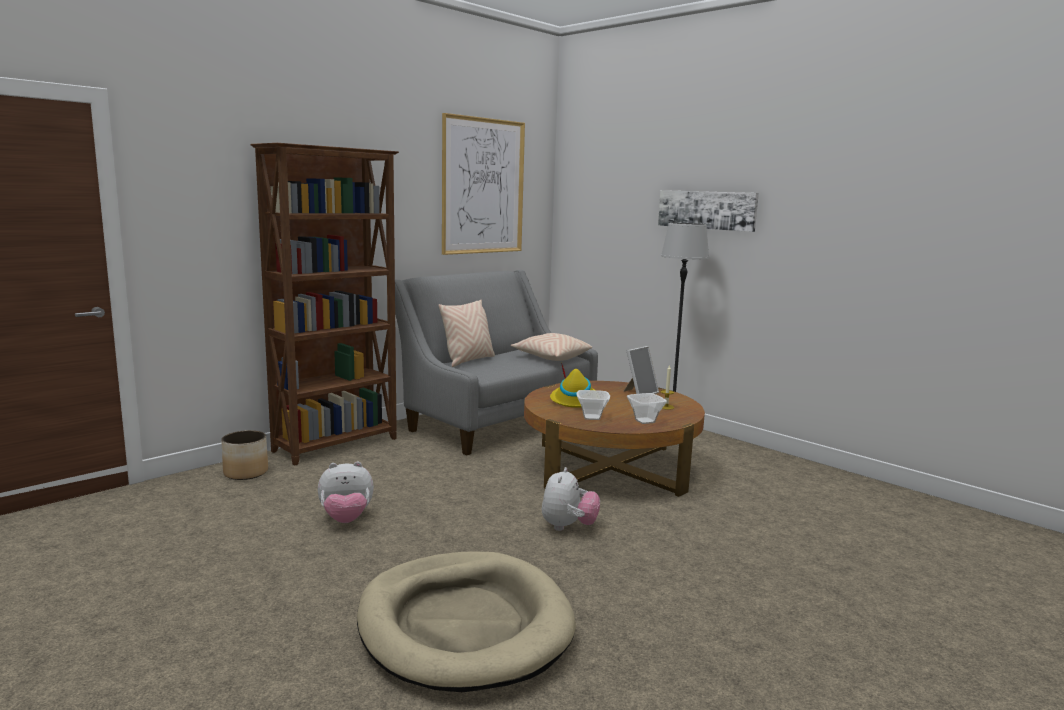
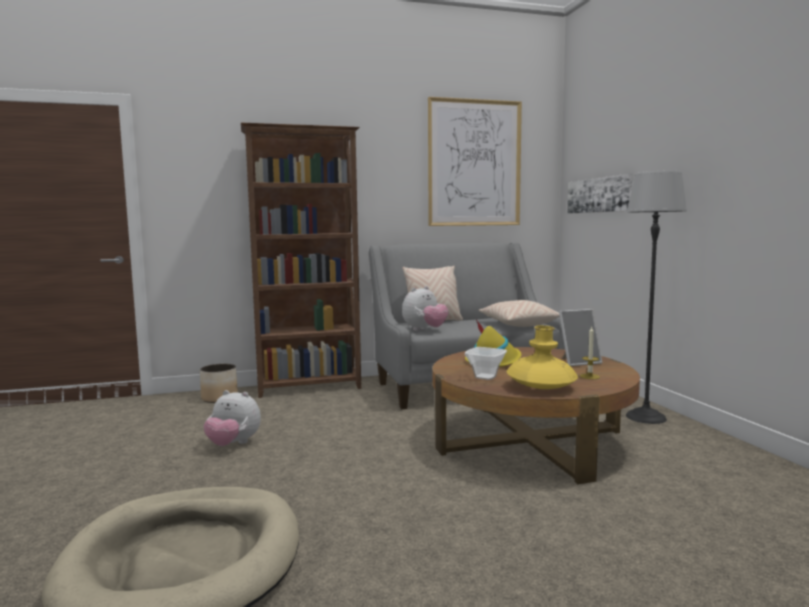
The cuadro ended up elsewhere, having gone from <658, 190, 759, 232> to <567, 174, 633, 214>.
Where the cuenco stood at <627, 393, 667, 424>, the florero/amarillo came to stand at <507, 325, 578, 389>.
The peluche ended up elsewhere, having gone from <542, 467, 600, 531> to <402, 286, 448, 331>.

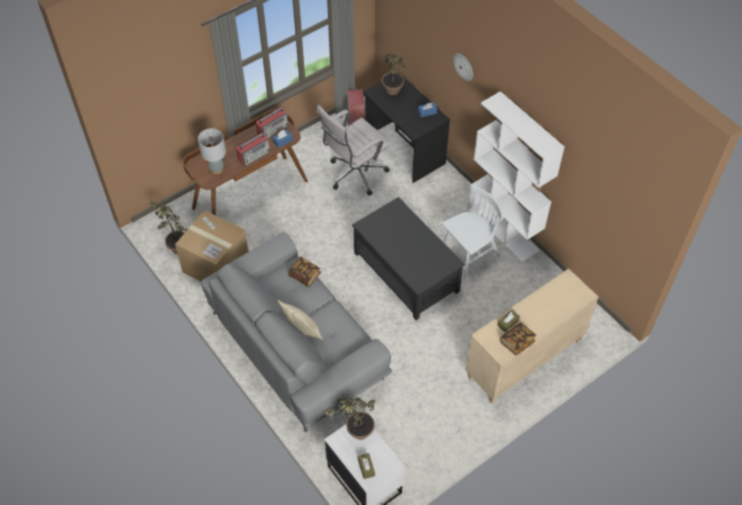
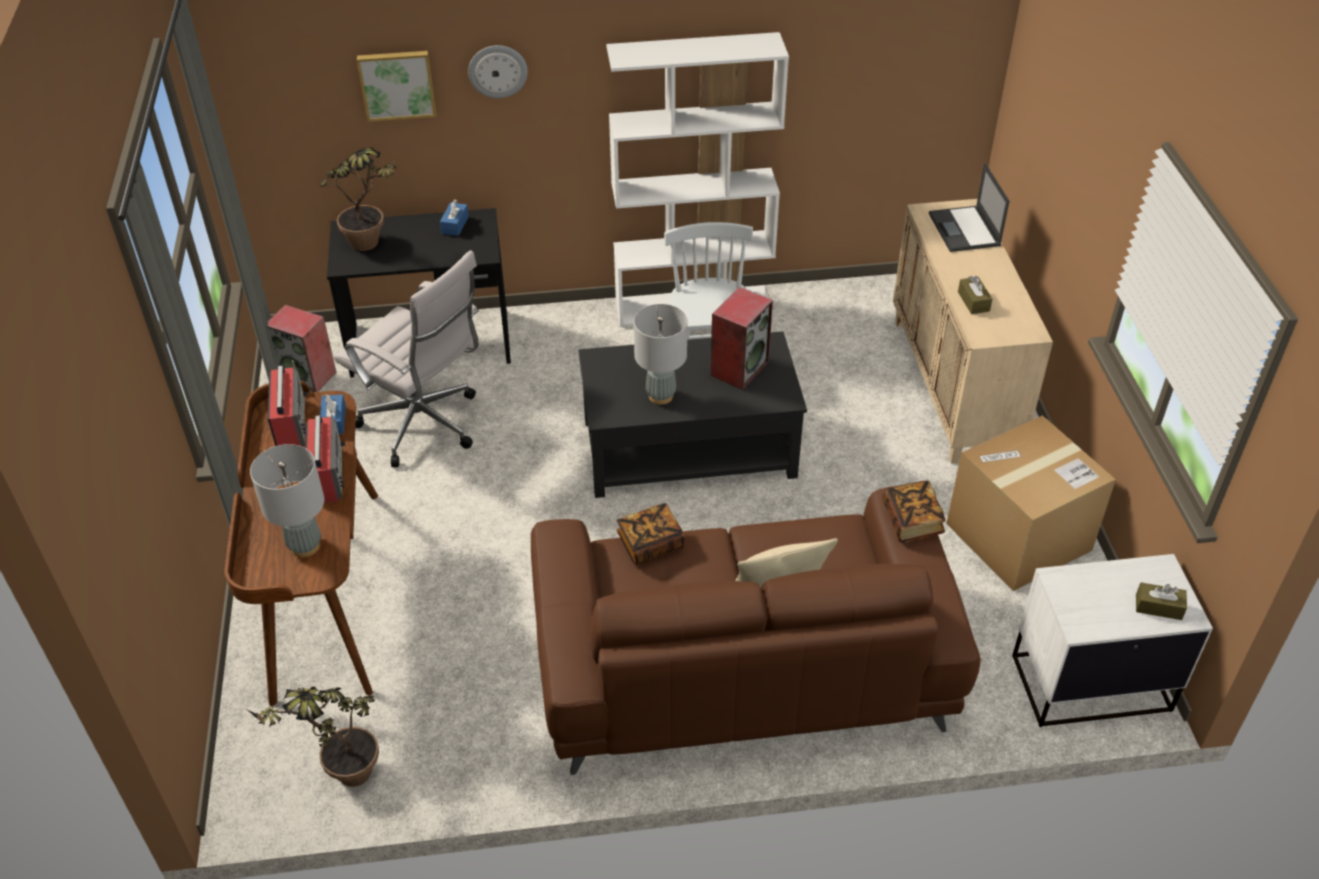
The silla de oficina/blanco at <317, 105, 391, 196> ended up facing another way, 45 degrees counterclockwise from before.
The caja de cartón ended up elsewhere, having gone from <175, 210, 249, 282> to <946, 415, 1116, 591>.
What was the sofá/gris at <201, 233, 392, 432> turned into the sofá/marrón at <531, 486, 981, 775>.
The libro ended up elsewhere, having gone from <500, 323, 536, 355> to <882, 480, 946, 543>.
The second view lost the planta en maceta at <321, 397, 376, 440>.
The second view gained the cuadro at <357, 51, 436, 122>.
The second view gained the portátil at <929, 163, 1010, 252>.
The second view gained the altavoz at <710, 287, 773, 390>.
The second view gained the lámpara de mesa/gris at <634, 304, 687, 405>.

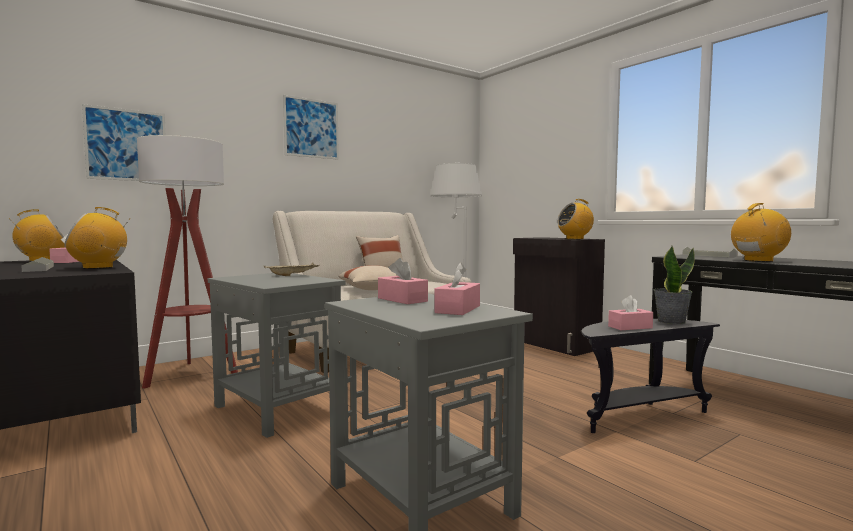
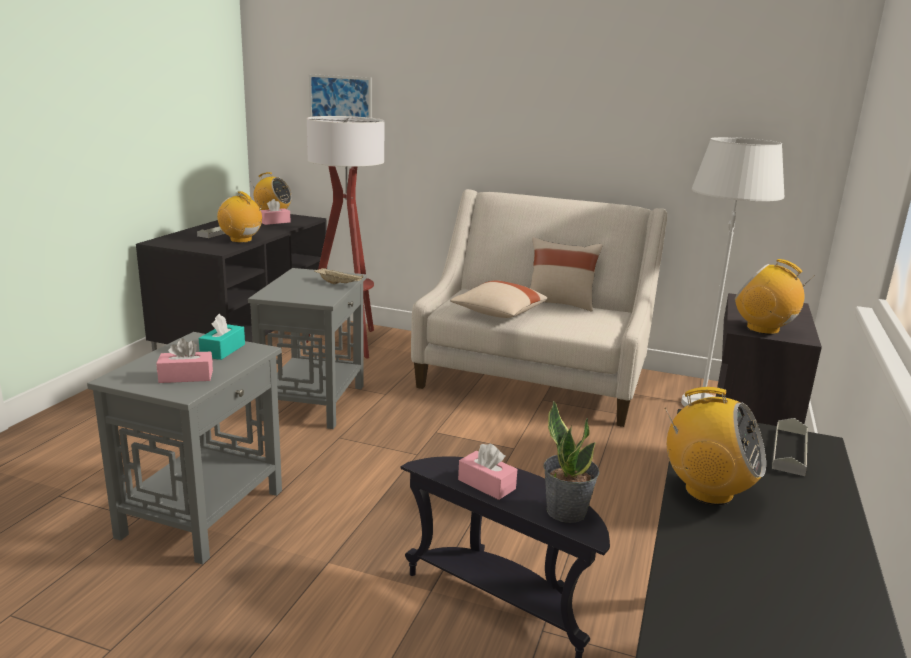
The second view lost the cuadro at <283, 95, 339, 160>.
What was the caja de pañuelos/rosa at <378, 258, 428, 304> turned into the caja de pañuelos/turquesa at <199, 314, 245, 360>.

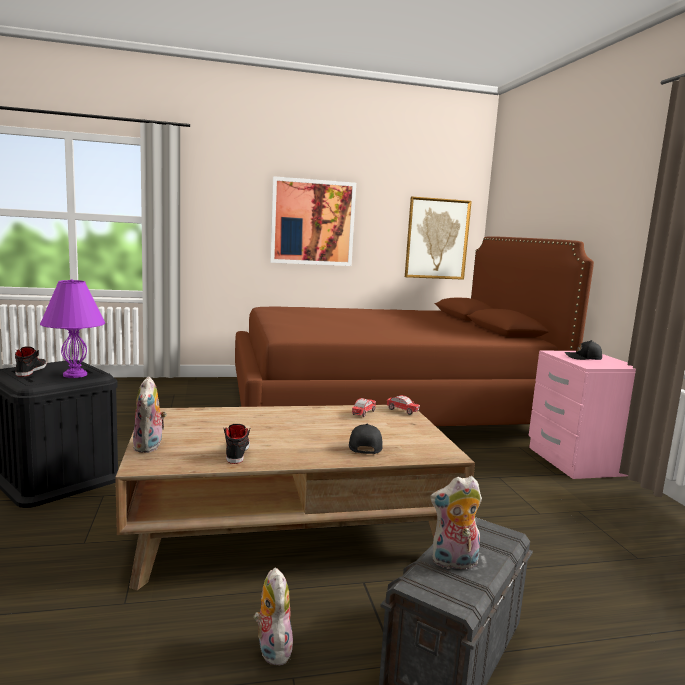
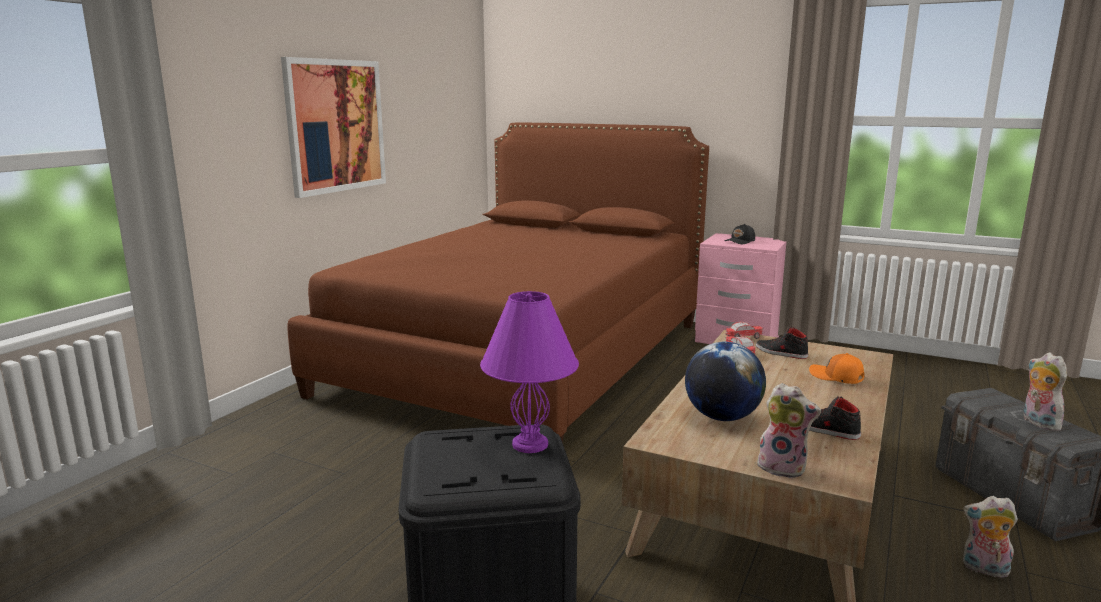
The second view lost the cuadro at <405, 197, 472, 280>.
The zapato/negro ended up elsewhere, having gone from <15, 347, 47, 377> to <756, 326, 808, 359>.
What was the gorra/negro at <349, 424, 383, 454> turned into the gorra/naranja at <809, 353, 864, 384>.
The peluche at <430, 476, 482, 569> ended up facing another way, 135 degrees clockwise from before.
The second view gained the globo terráqueo at <685, 342, 766, 421>.

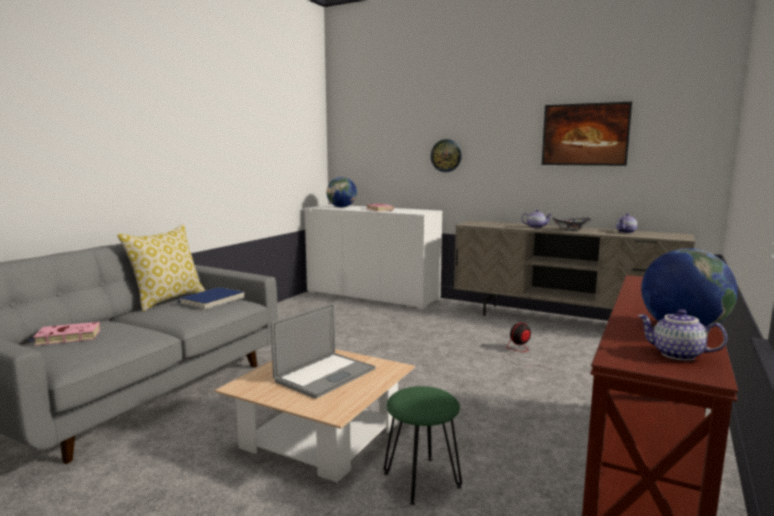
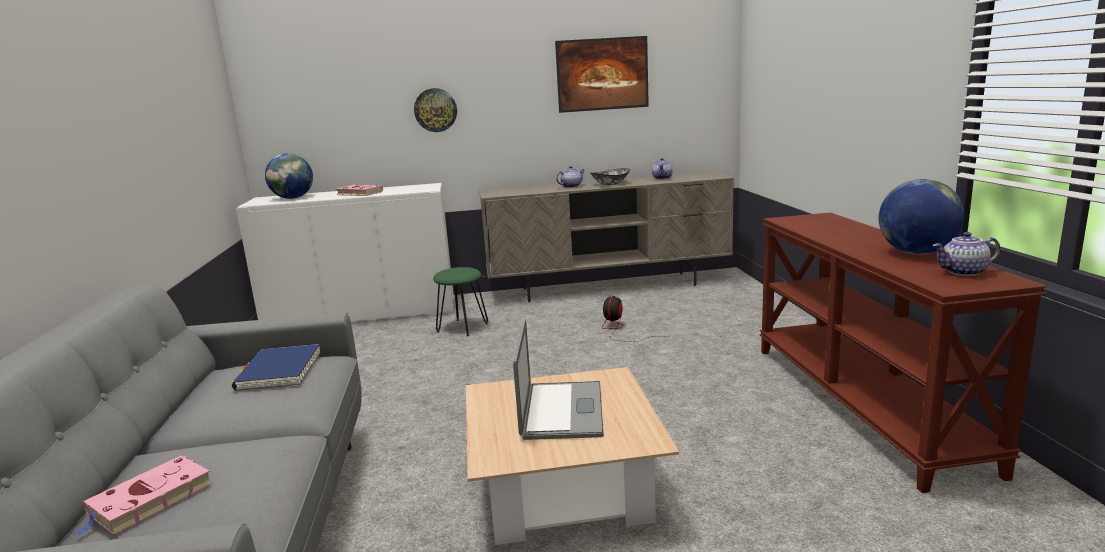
The second view lost the cojín at <117, 224, 205, 312>.
The taburete/verde ended up elsewhere, having gone from <384, 386, 462, 505> to <433, 267, 488, 337>.

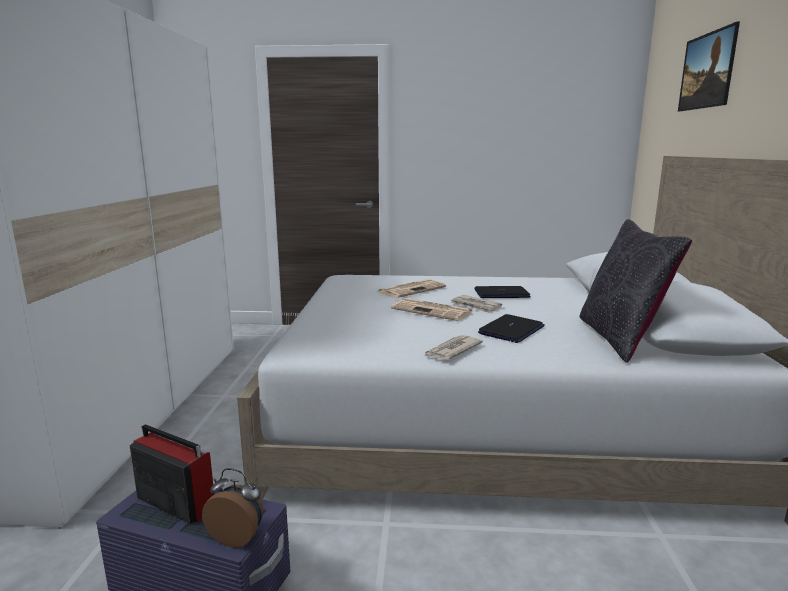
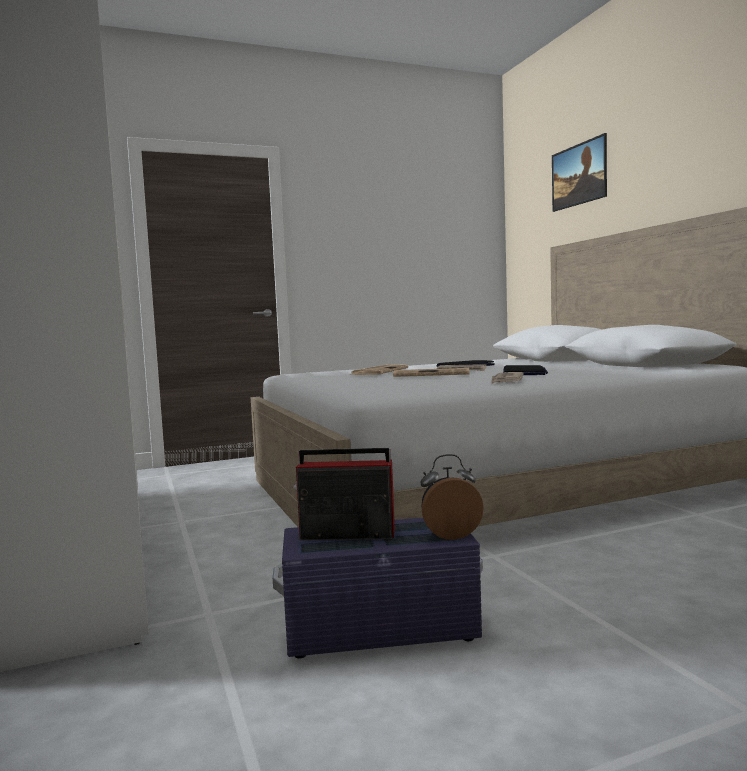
The second view lost the cojín/negro at <579, 219, 692, 363>.

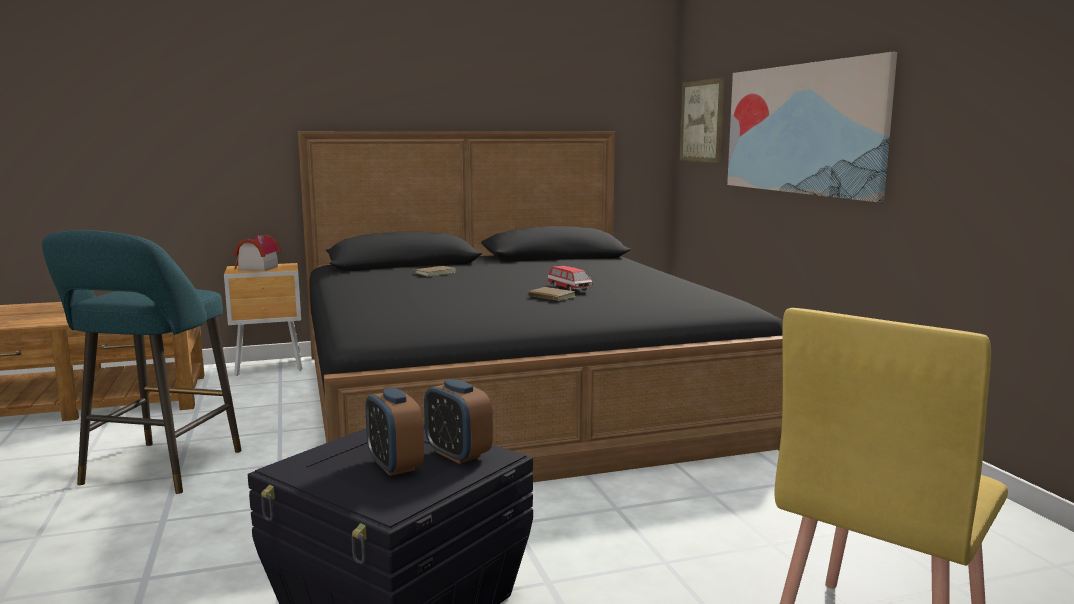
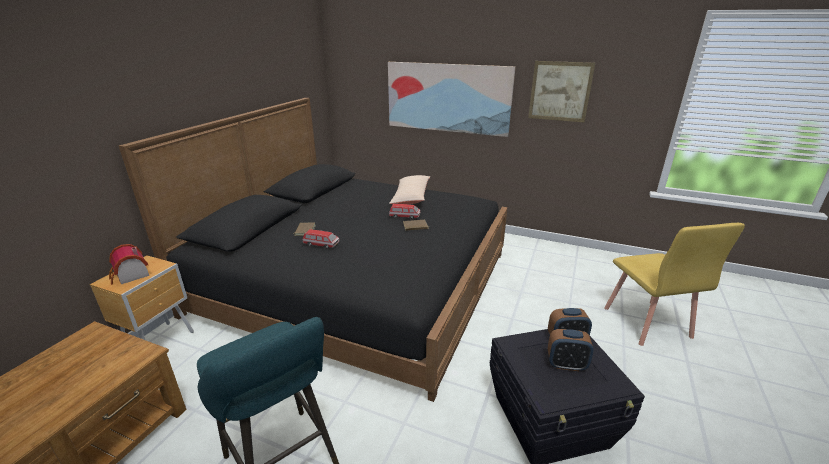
The cuadro ended up elsewhere, having gone from <680, 78, 725, 163> to <528, 61, 595, 122>.
The second view gained the cojín/beis at <389, 175, 430, 204>.
The second view gained the coche de juguete at <303, 229, 340, 249>.

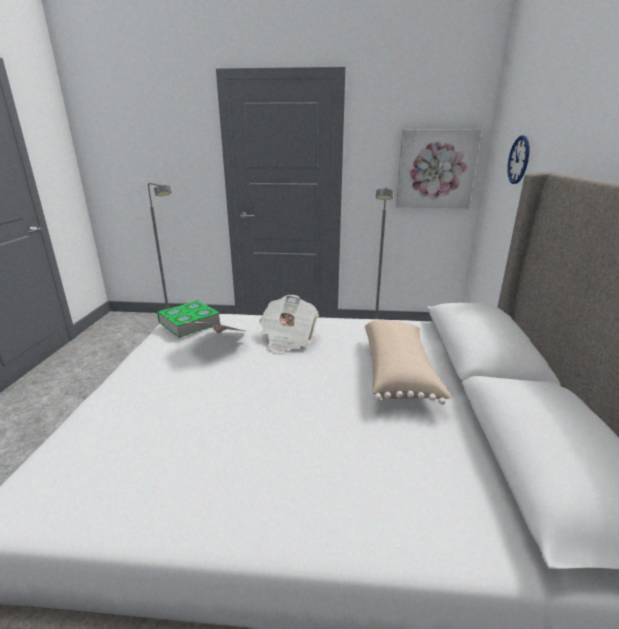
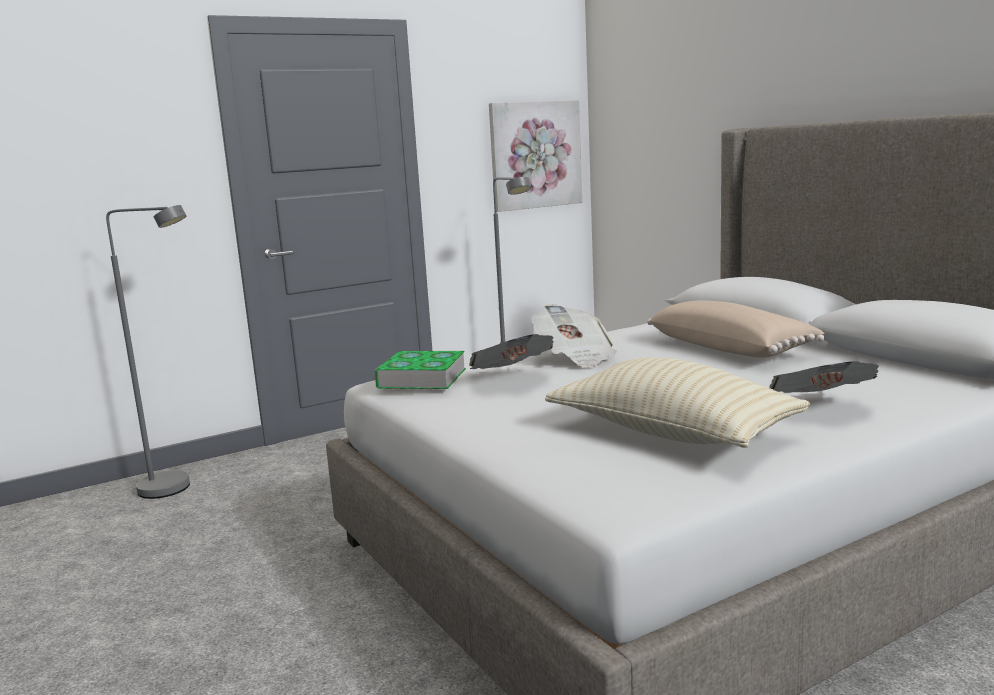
The second view lost the reloj de pared at <507, 135, 529, 184>.
The second view gained the cojín/beis at <545, 357, 810, 448>.
The second view gained the periódico at <770, 361, 879, 393>.

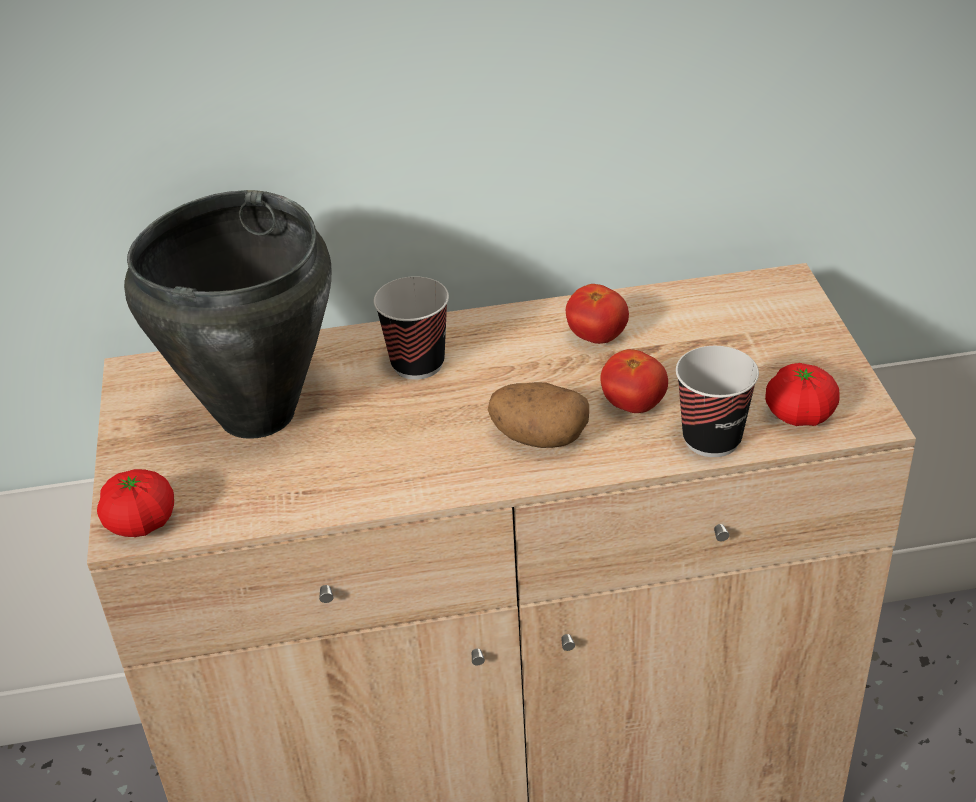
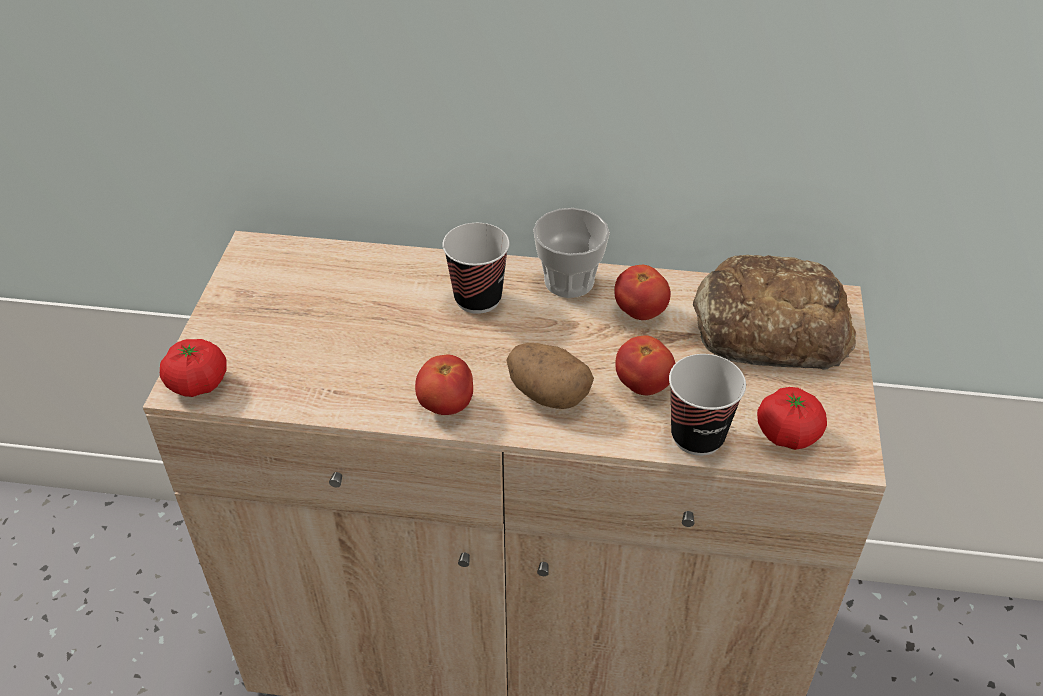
The second view lost the olla/negro at <124, 190, 331, 439>.
The second view gained the taza at <533, 208, 610, 298>.
The second view gained the pan at <693, 255, 856, 370>.
The second view gained the tomate at <415, 355, 473, 415>.

